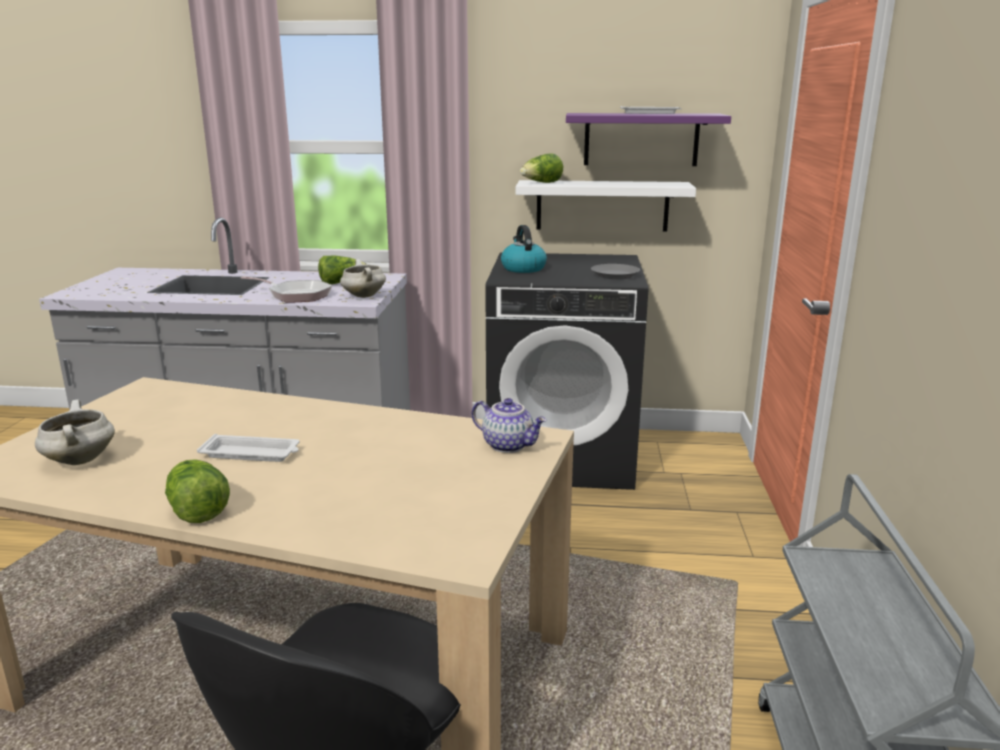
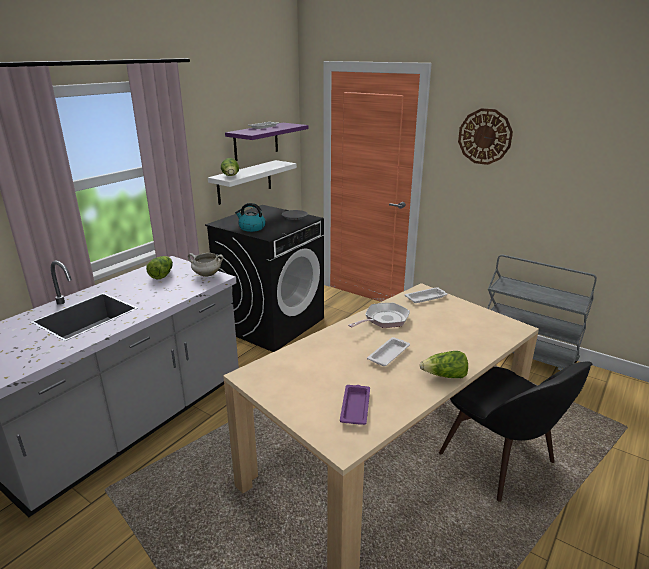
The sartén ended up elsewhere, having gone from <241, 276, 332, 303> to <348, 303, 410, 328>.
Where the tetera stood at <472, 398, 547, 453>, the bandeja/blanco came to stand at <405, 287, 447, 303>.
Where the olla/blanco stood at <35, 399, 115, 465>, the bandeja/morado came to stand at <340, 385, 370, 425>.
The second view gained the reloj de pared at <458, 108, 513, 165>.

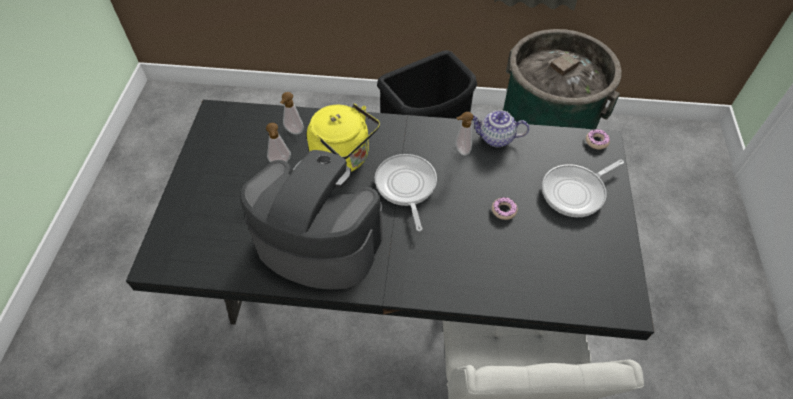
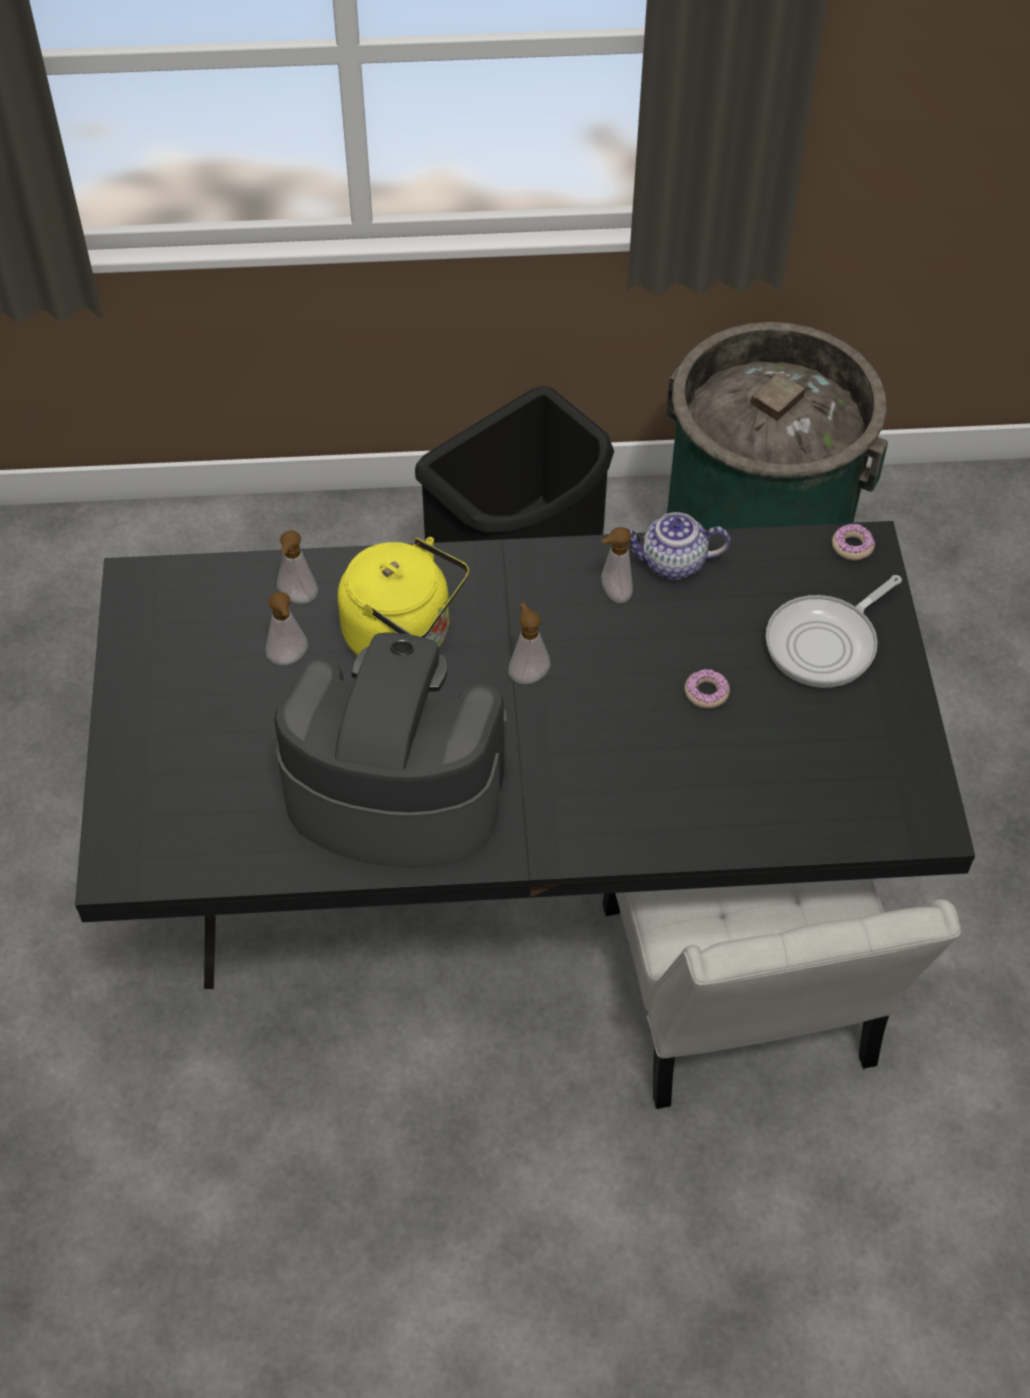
Where the sartén stood at <375, 154, 437, 231>, the dispensador de jabón came to stand at <509, 602, 550, 684>.

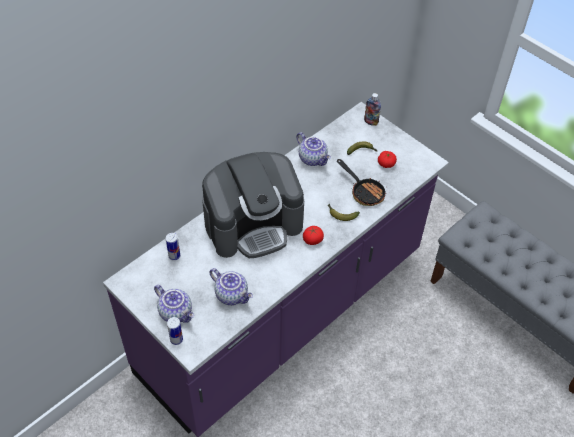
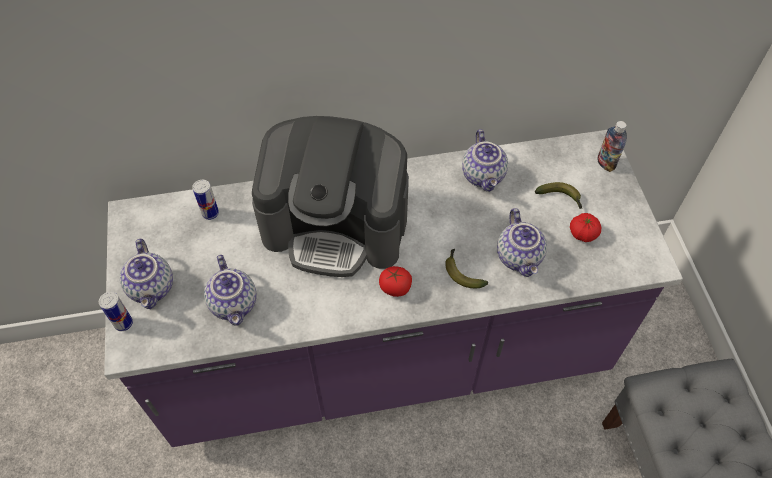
Where the sartén stood at <337, 159, 386, 206>, the tetera came to stand at <497, 208, 547, 277>.

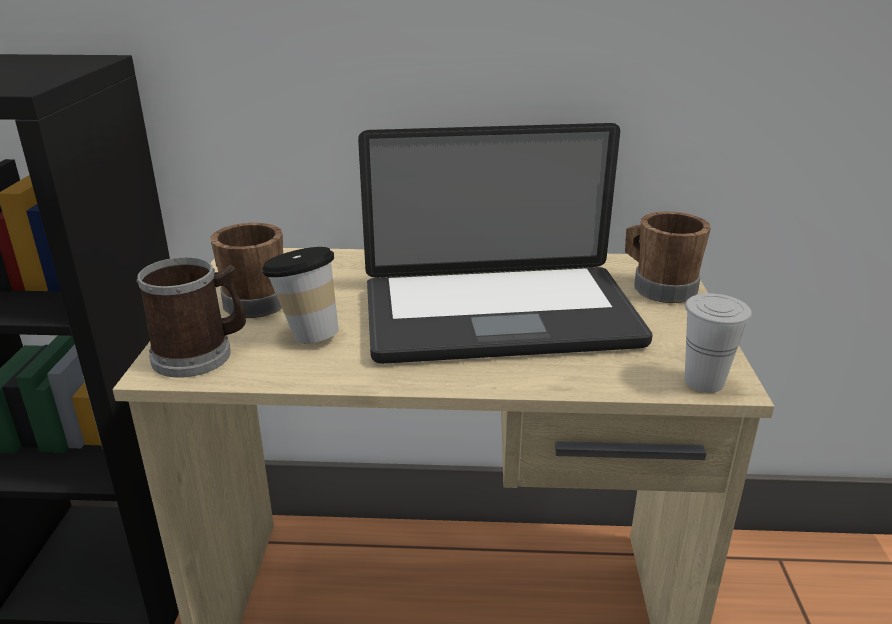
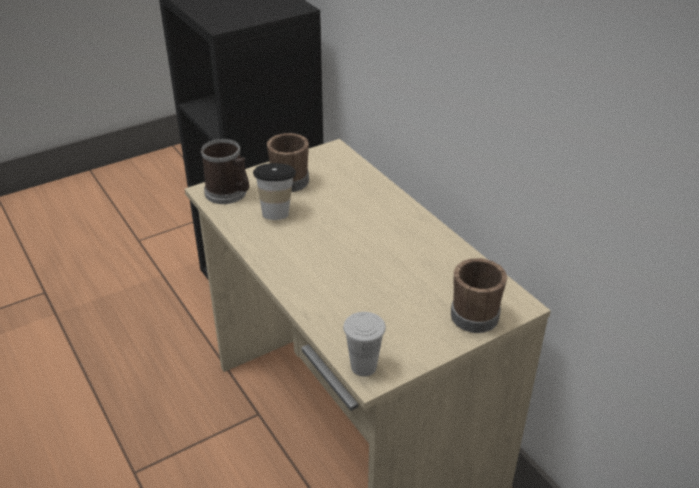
The second view lost the portátil at <358, 123, 653, 364>.

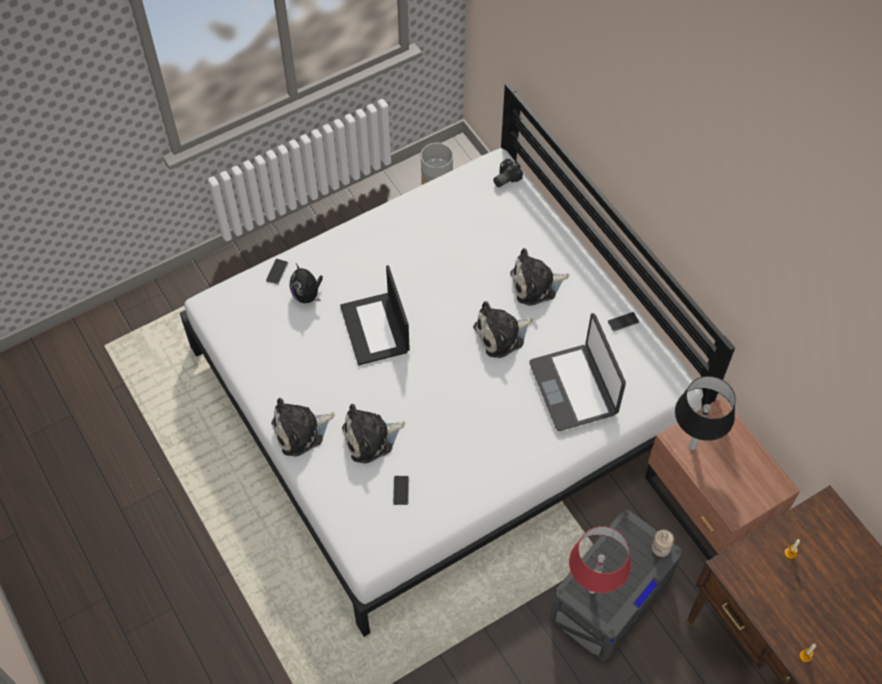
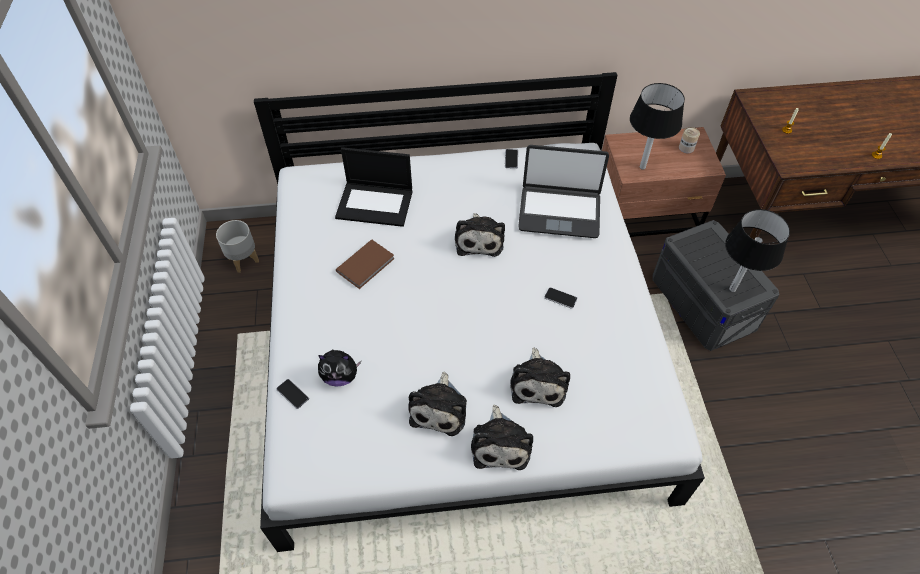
The second view lost the cámara at <493, 159, 523, 187>.
The peluche ended up elsewhere, having gone from <510, 248, 569, 306> to <408, 372, 467, 436>.
The portátil ended up elsewhere, having gone from <340, 265, 410, 365> to <335, 147, 412, 227>.
The móvil ended up elsewhere, having gone from <393, 476, 409, 505> to <544, 287, 577, 309>.
What was the lámpara de mesa/rojo at <569, 526, 631, 594> turned into the lámpara de mesa/negro at <725, 209, 790, 292>.
The lata ended up elsewhere, having gone from <652, 529, 674, 557> to <679, 127, 700, 154>.
The second view gained the libro/marrón at <336, 239, 395, 289>.

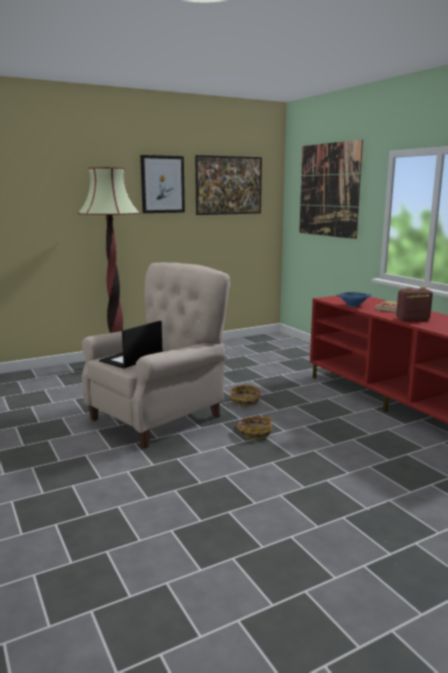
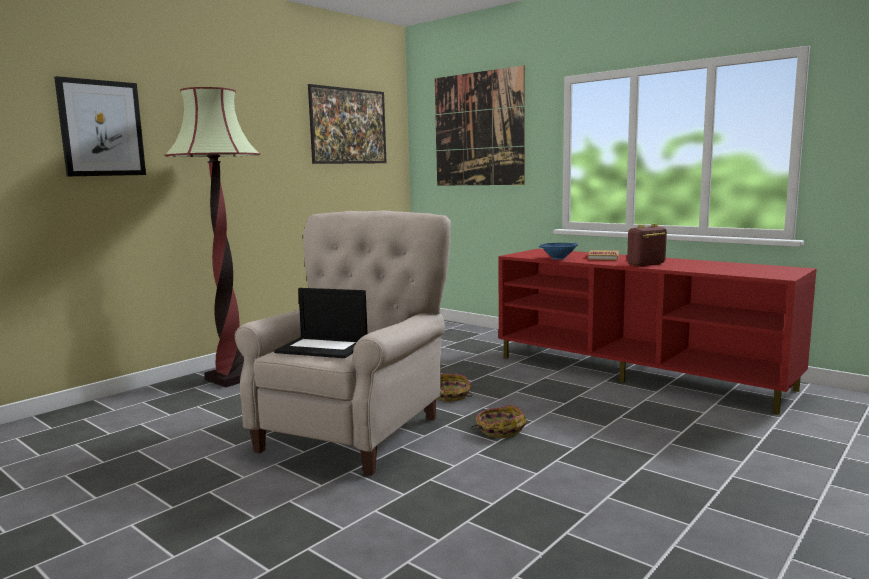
The cuadro ended up elsewhere, having gone from <140, 155, 185, 213> to <54, 76, 146, 177>.
The portátil at <99, 321, 163, 369> ended up facing another way, 90 degrees counterclockwise from before.

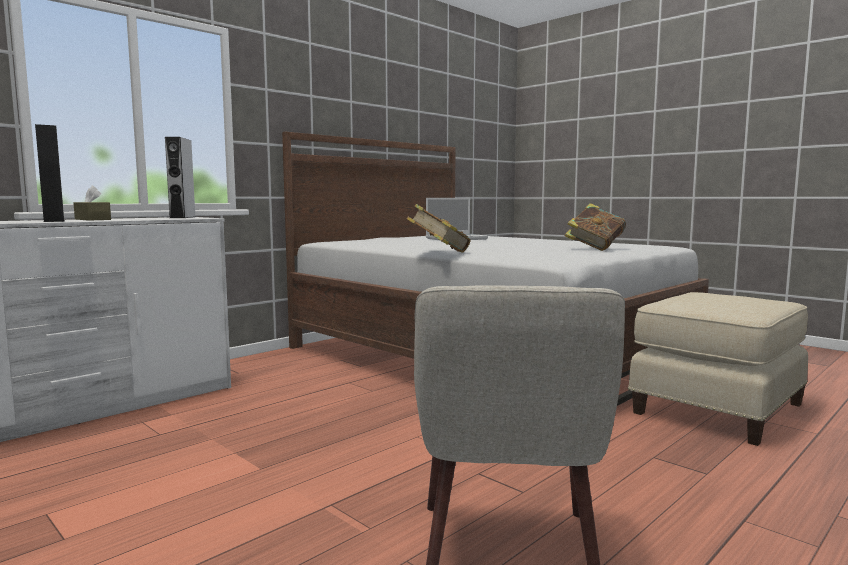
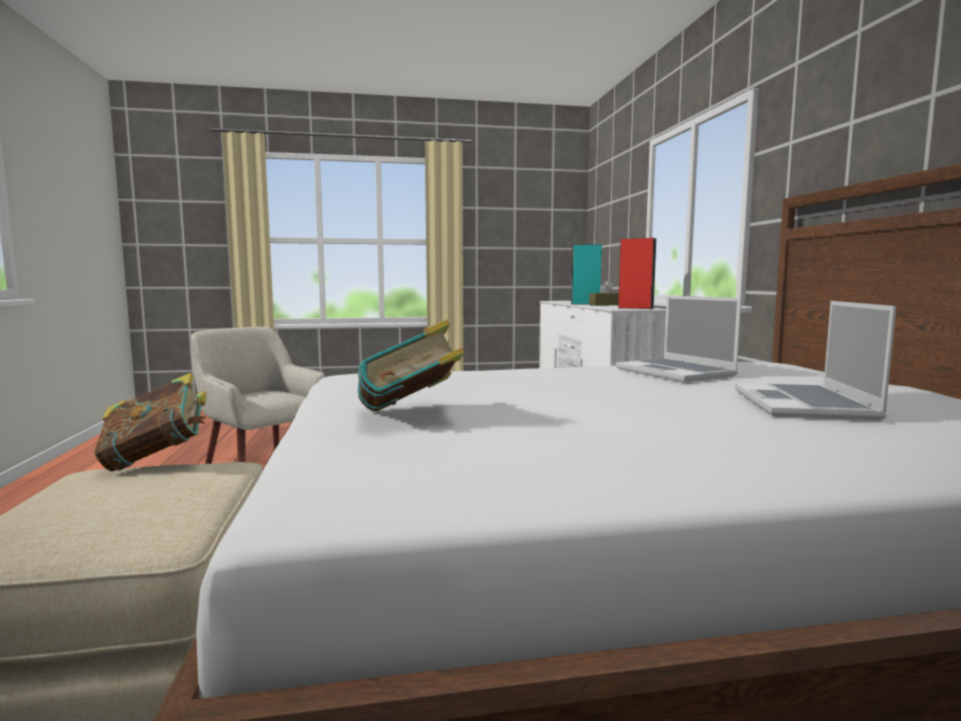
What was the altavoz/gris at <165, 137, 195, 218> turned into the altavoz/rojo at <618, 238, 656, 309>.
The libro ended up elsewhere, having gone from <407, 204, 471, 253> to <94, 373, 207, 472>.
The second view gained the portátil at <616, 296, 742, 383>.

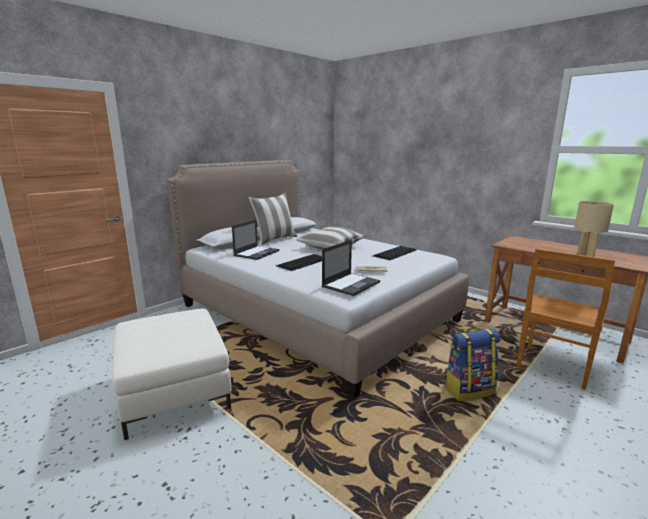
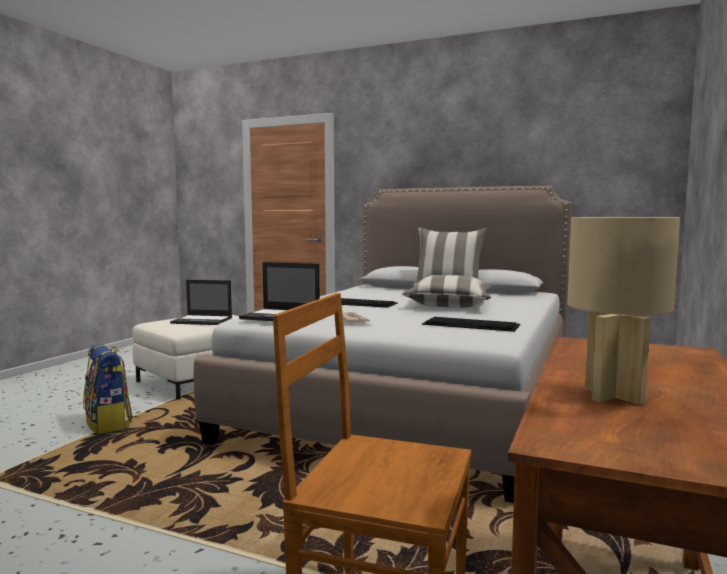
The portátil ended up elsewhere, having gone from <232, 220, 280, 260> to <170, 280, 232, 325>.
The mochila ended up elsewhere, having gone from <445, 328, 501, 401> to <83, 344, 133, 434>.

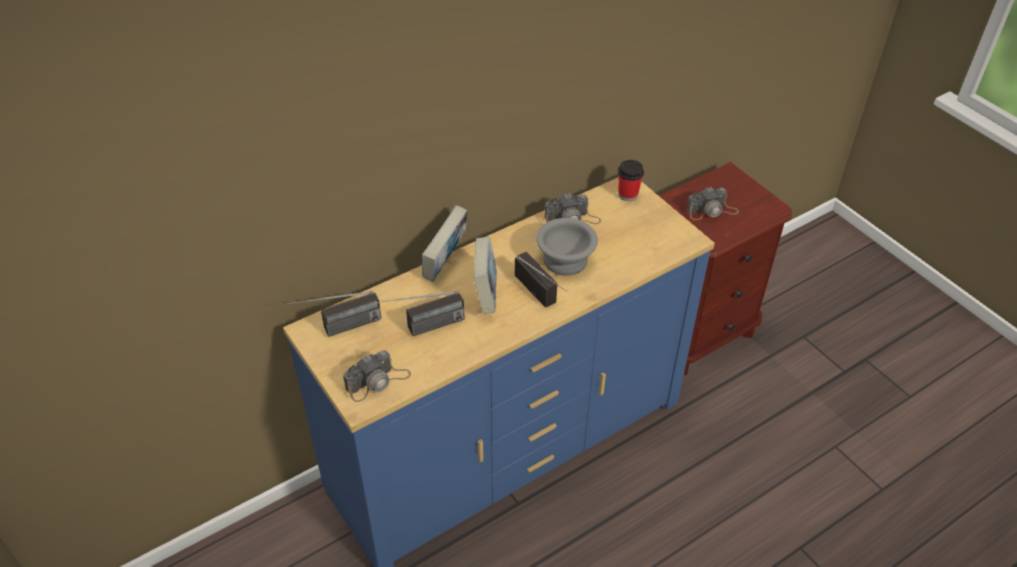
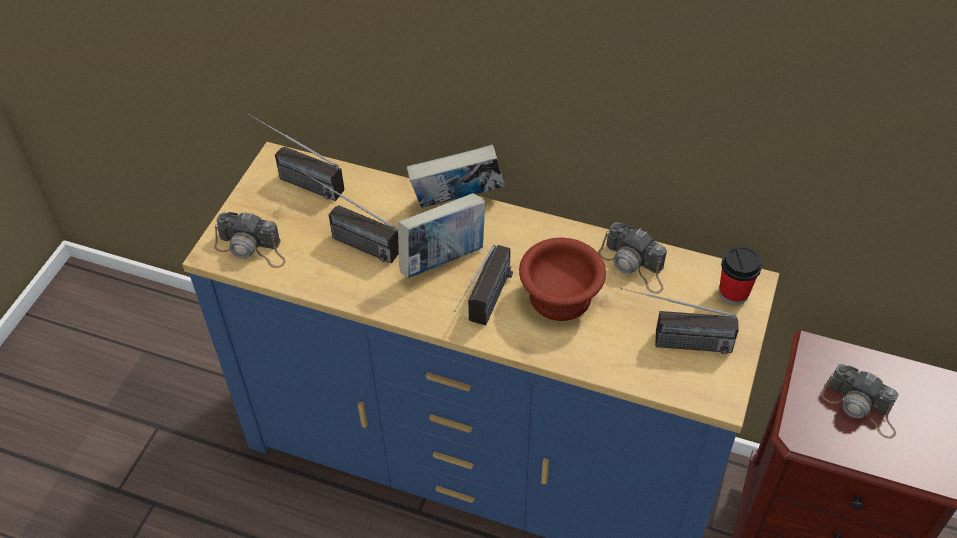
What was the cuenco/gris at <536, 218, 598, 276> turned into the cuenco/marrón at <519, 238, 606, 321>.
The second view gained the radio at <620, 288, 739, 354>.

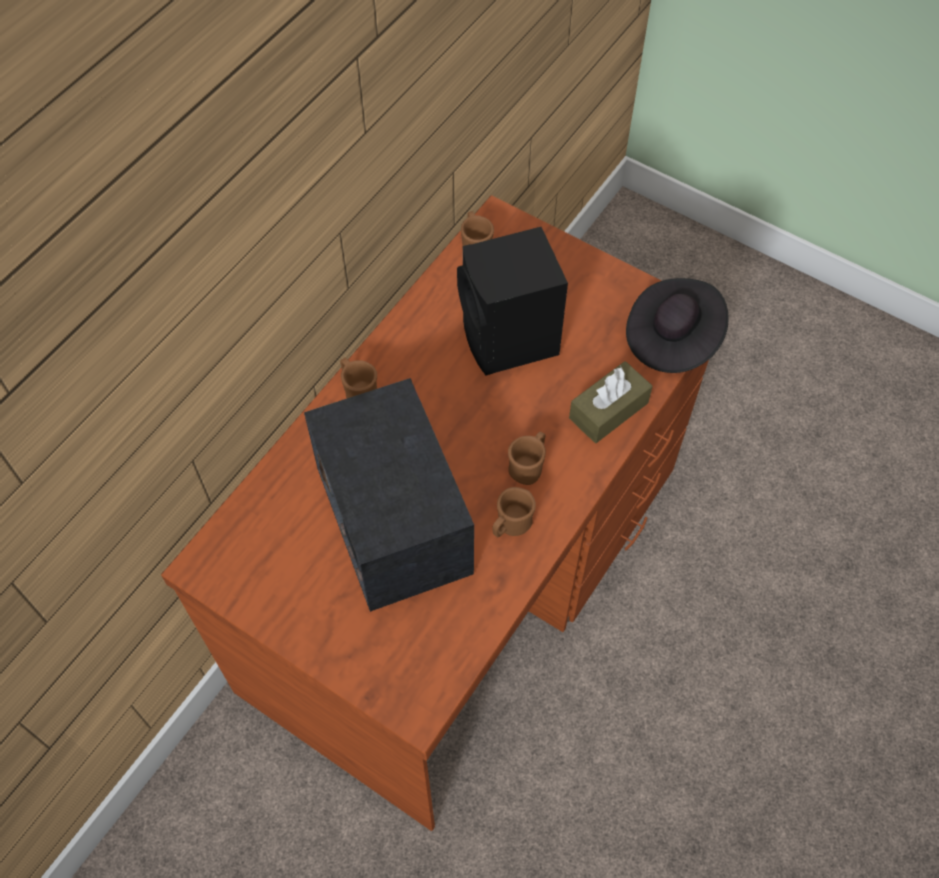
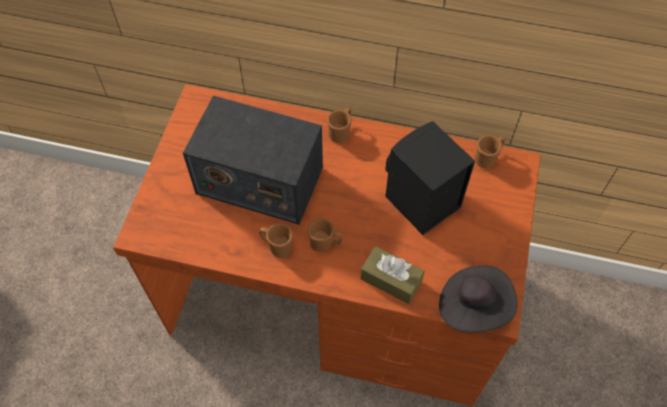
The radio at <304, 378, 474, 612> ended up facing another way, 120 degrees counterclockwise from before.

